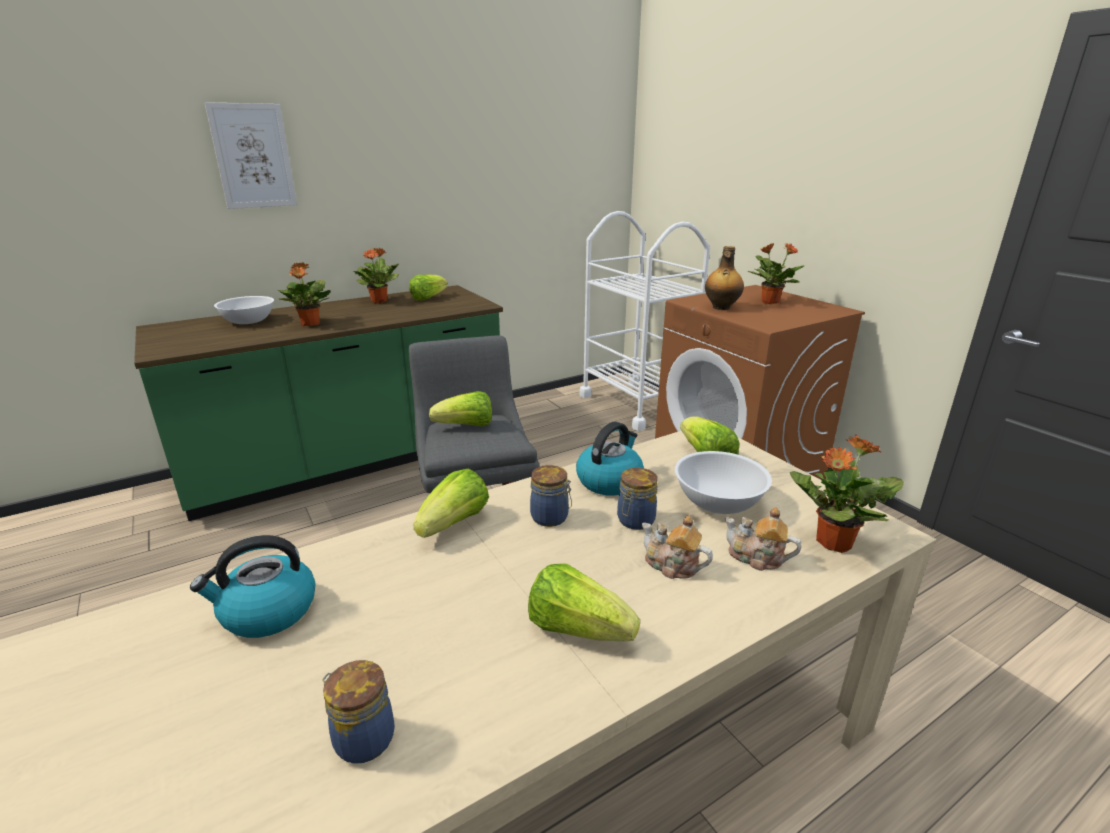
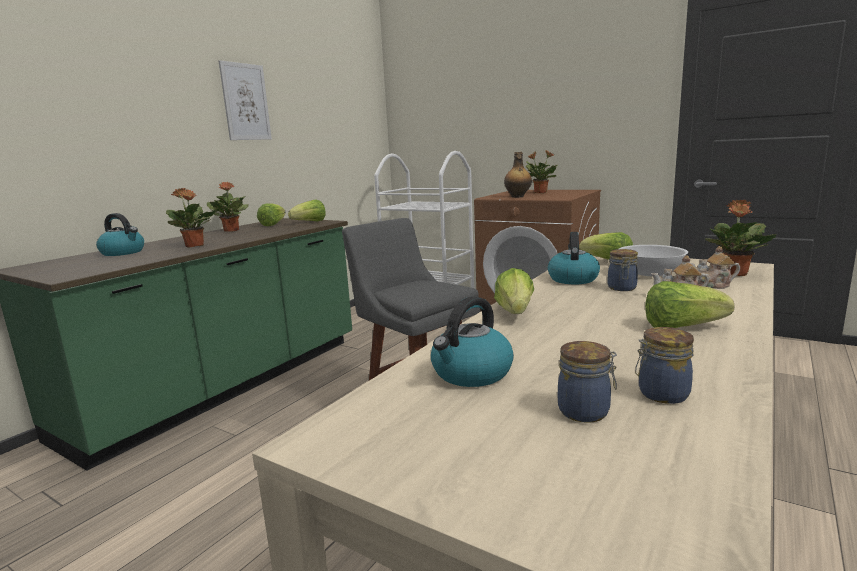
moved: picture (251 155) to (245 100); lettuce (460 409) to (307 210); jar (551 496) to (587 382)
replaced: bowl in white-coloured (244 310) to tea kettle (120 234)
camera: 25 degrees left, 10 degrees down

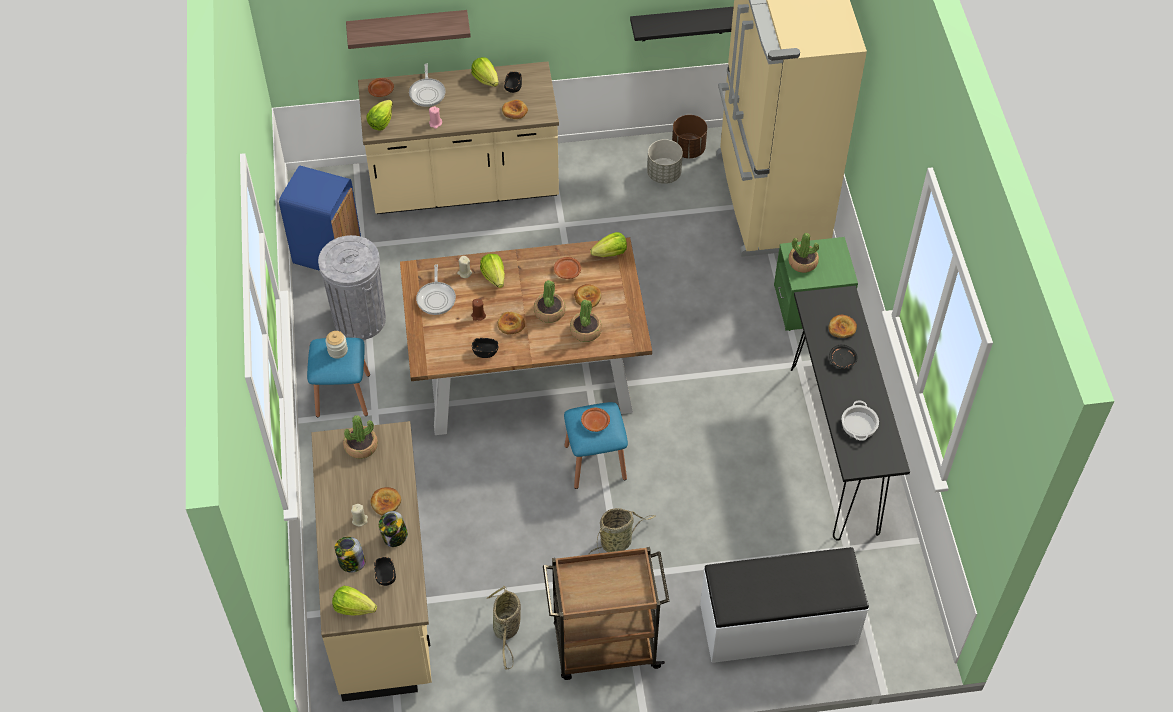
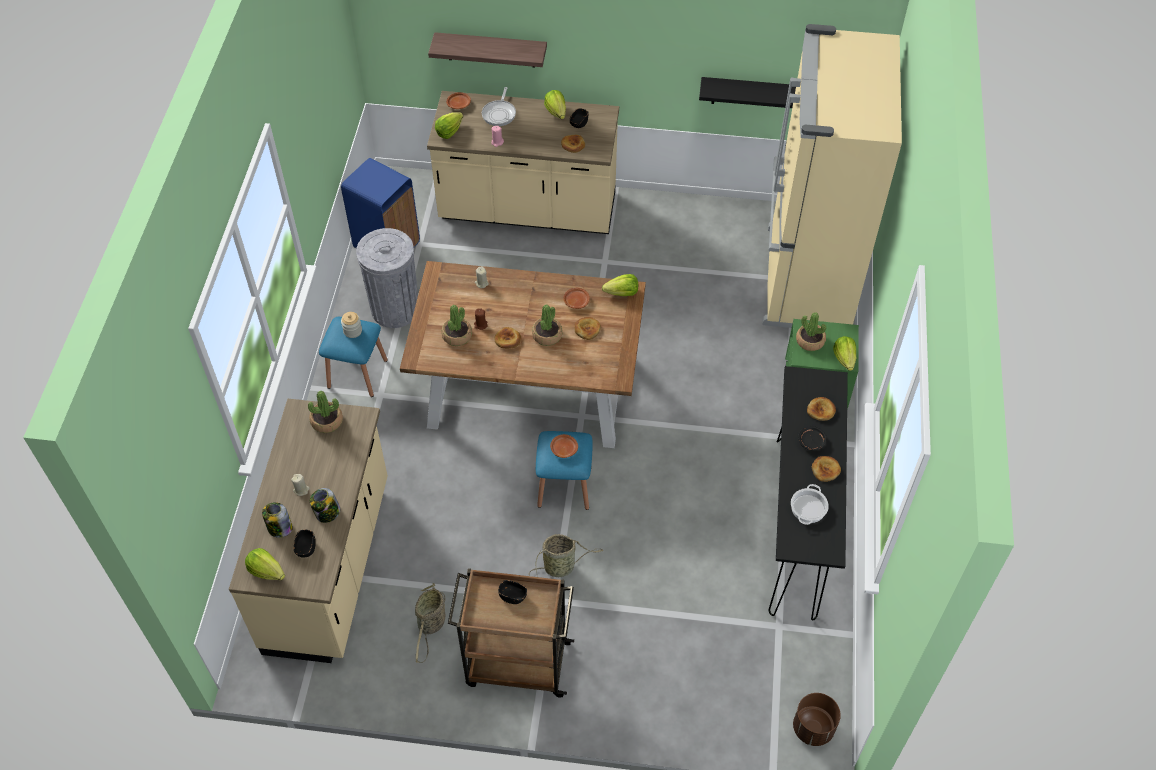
removed: pan (436 289); plant pot in gray (665 161); bench in white-coloured (784 605)
moved: bread (386 501) to (826 469); bowl in black (485 348) to (512 592); lettuce (492 271) to (844 353); houseplant (586 321) to (456 325); plant pot in brownish (689 136) to (817 719)
camera: 15 degrees right, 0 degrees up

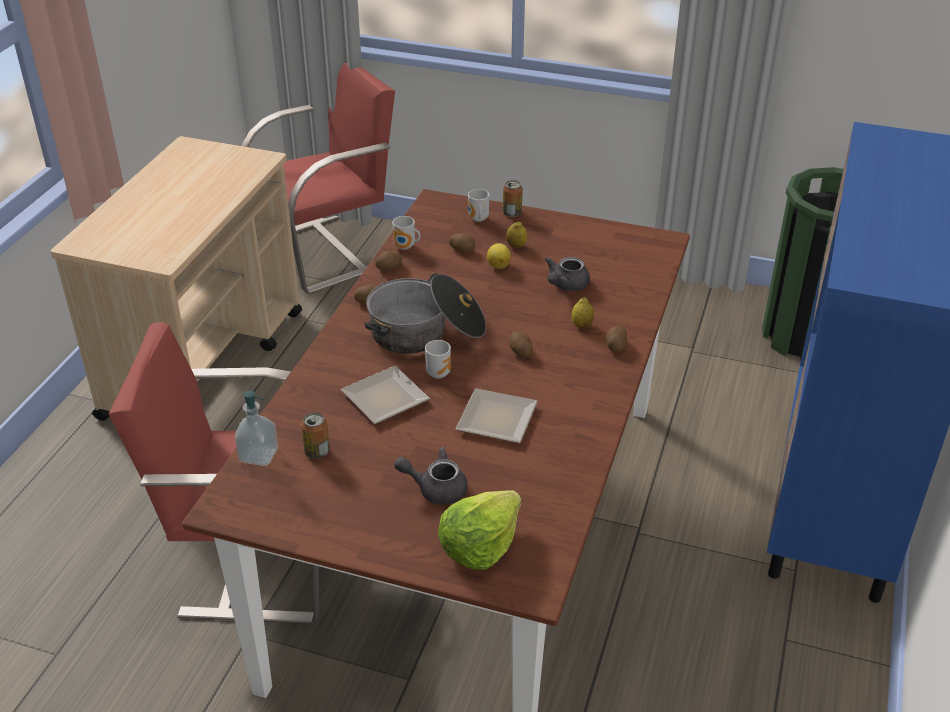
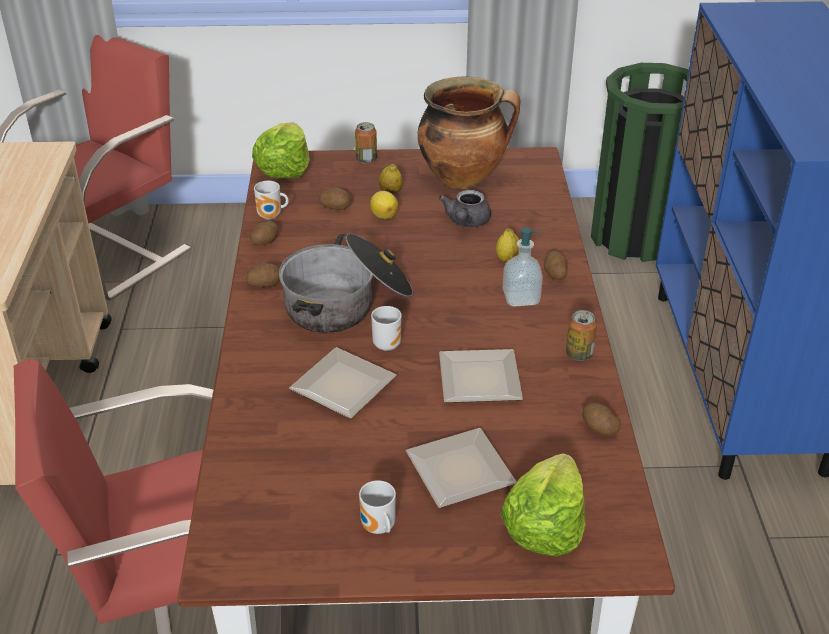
added: lettuce (281 150); cooking pot (469 133)
moved: soap dispenser (256 428) to (523 267); metal can (315 435) to (581 335); tea mug (478 205) to (377 507); spud (521 344) to (601 419)
replaced: pot for tea in gray (431 476) to flat dish (461 468)
camera: 20 degrees left, 0 degrees up

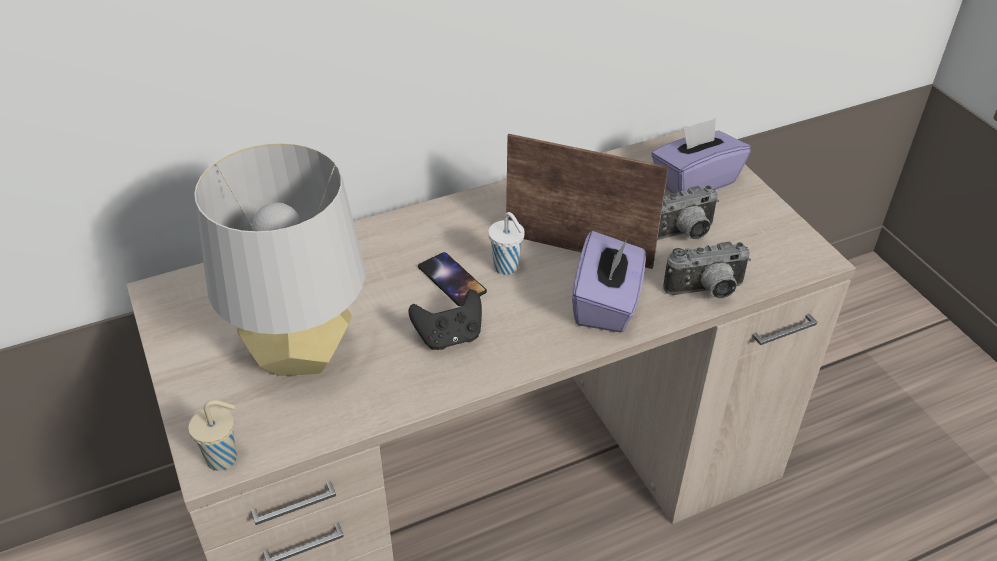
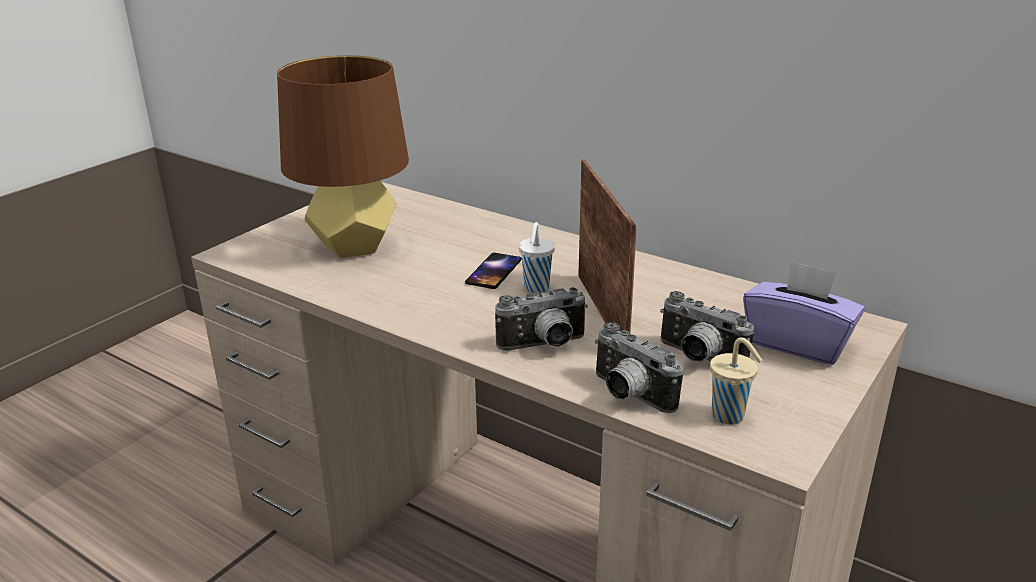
removed: joypad in black (445 319)
moved: cup in beige (212 435) to (736 381)
replaced: tissue holder in purplish (609 282) to still camera (541 319)
recoloured: tabletop lamp in gray (279 259) to tabletop lamp in brownish (343 156)
camera: 60 degrees right, 15 degrees down

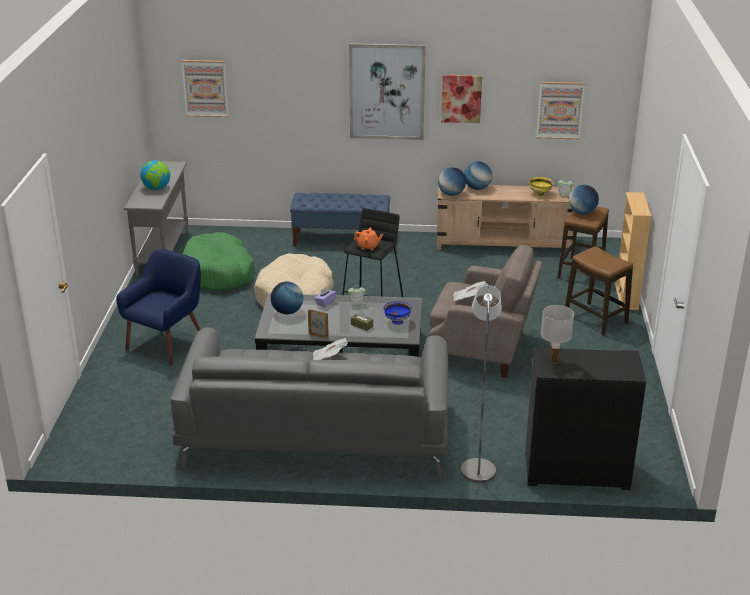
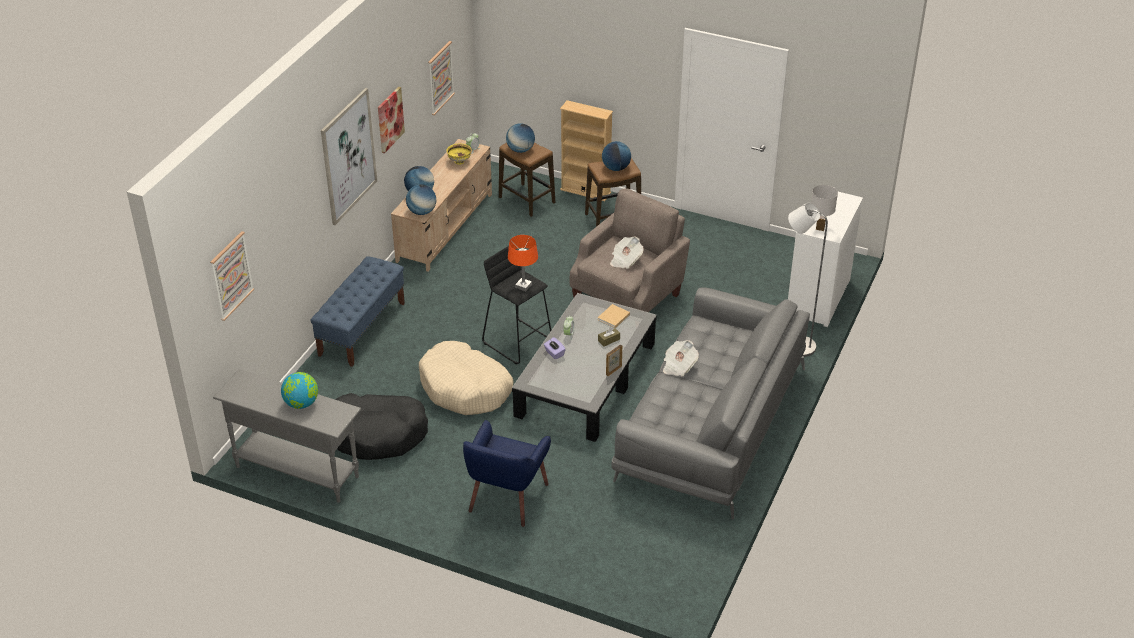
moved: desk globe (287 298) to (616 156)
replaced: pot for tea in orange (368 239) to tabletop lamp in orange (523 263); bowl in blue (398 313) to volume in beige (614 316)
recoloured: pet bed in green (219 261) to pet bed in black (381 426); cupboard in black (585 418) to cupboard in white-coloured (825 259)
turned: armchair in blue (158 307) = (507 473) 120 degrees counterclockwise
camera: 70 degrees left, 10 degrees up

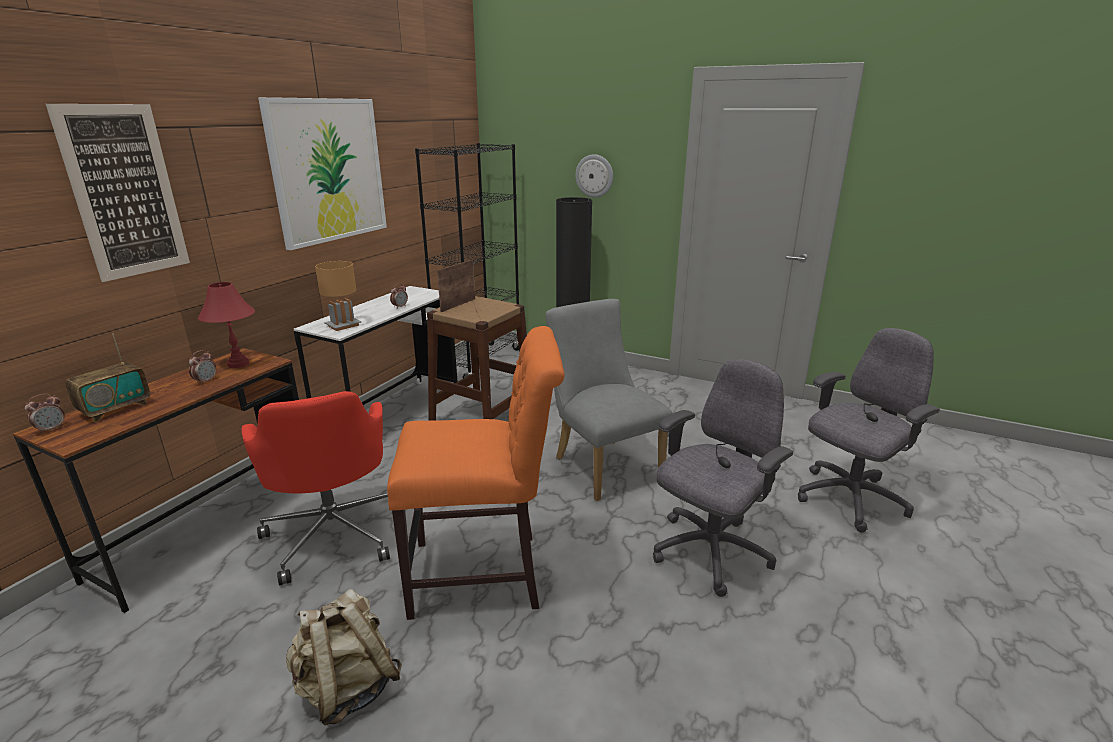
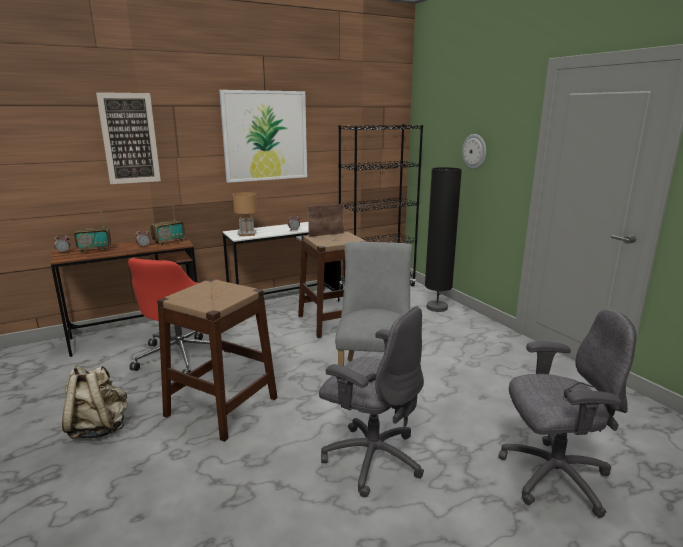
replaced: tabletop lamp in reddish (226 325) to radio (168 226); plain chair in orange (476 473) to sitting stool in brownish (217 360)
turned: computer chair in gray (723 478) = (371 401) 45 degrees clockwise
camera: 35 degrees right, 5 degrees down

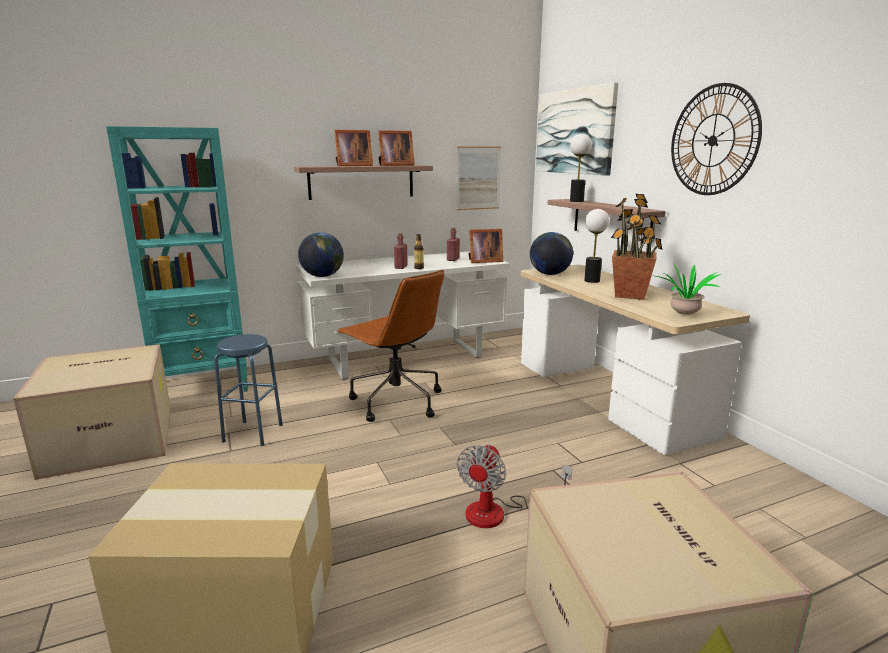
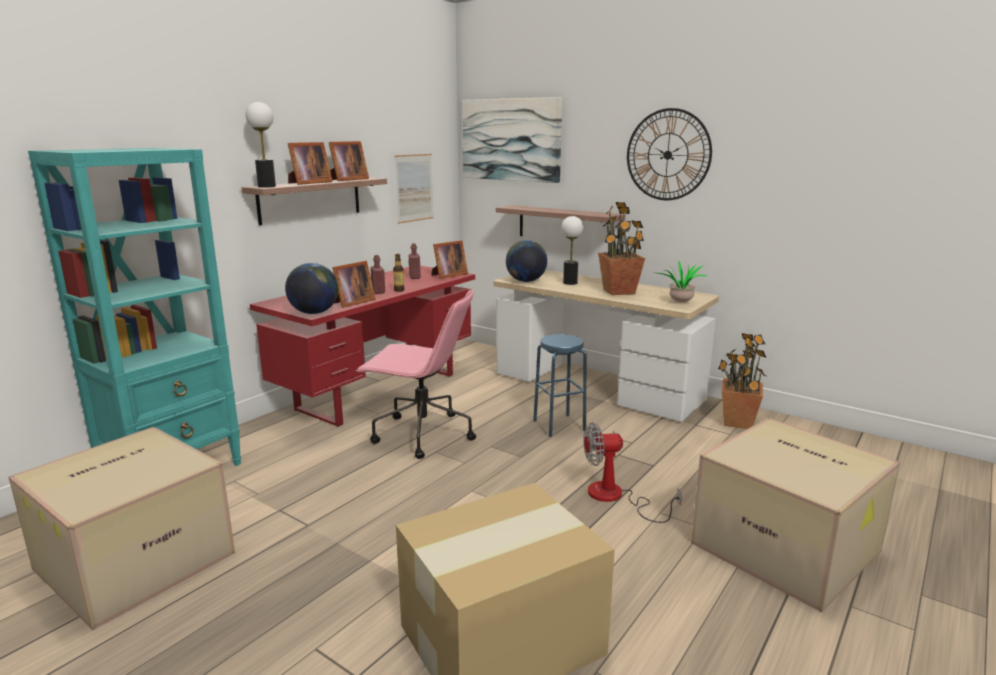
added: standing frame (354 284); houseplant (742 381)
moved: sitting stool in blue (248 390) to (559 385); tabletop lamp (581 168) to (260 145)
recoloured: desk table in white-coloured (403 315) to desk table in reddish (362 346); computer chair in brownish (390 346) to computer chair in pink (416 374)
turned: cooling fan (514 486) = (632 472) 90 degrees clockwise
camera: 30 degrees left, 0 degrees up

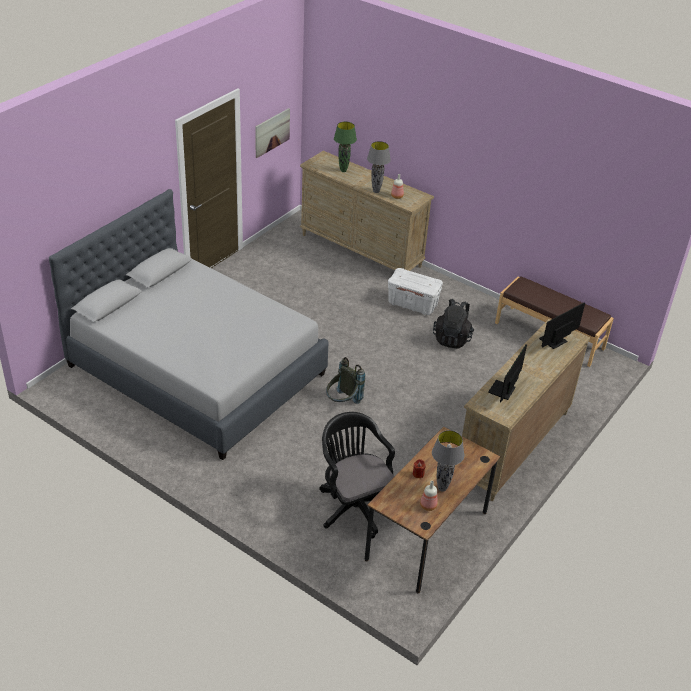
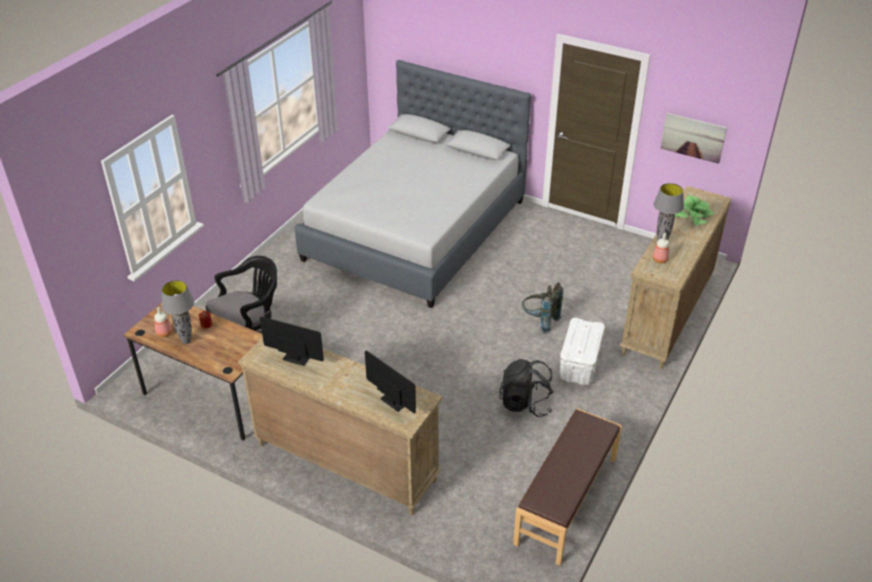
moved: backpack in gray (345 380) to (542 307)
replaced: tabletop lamp in green (345 147) to houseplant (694 210)
camera: 85 degrees right, 0 degrees up

